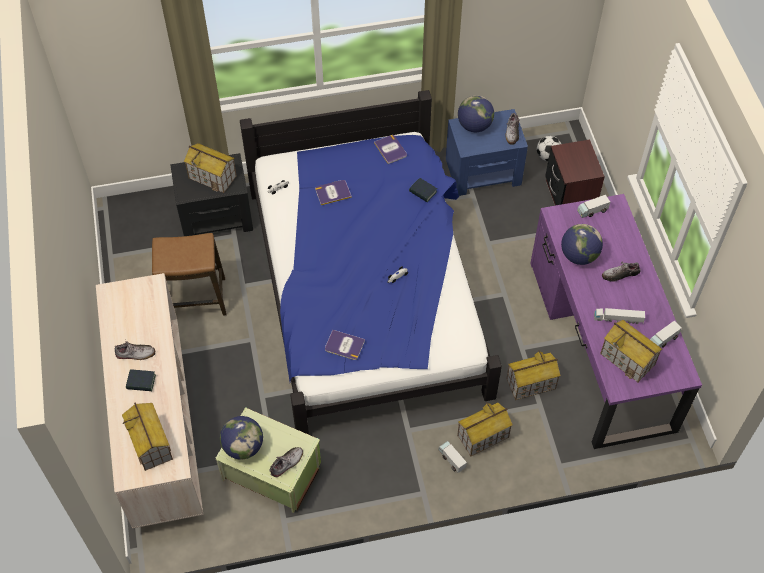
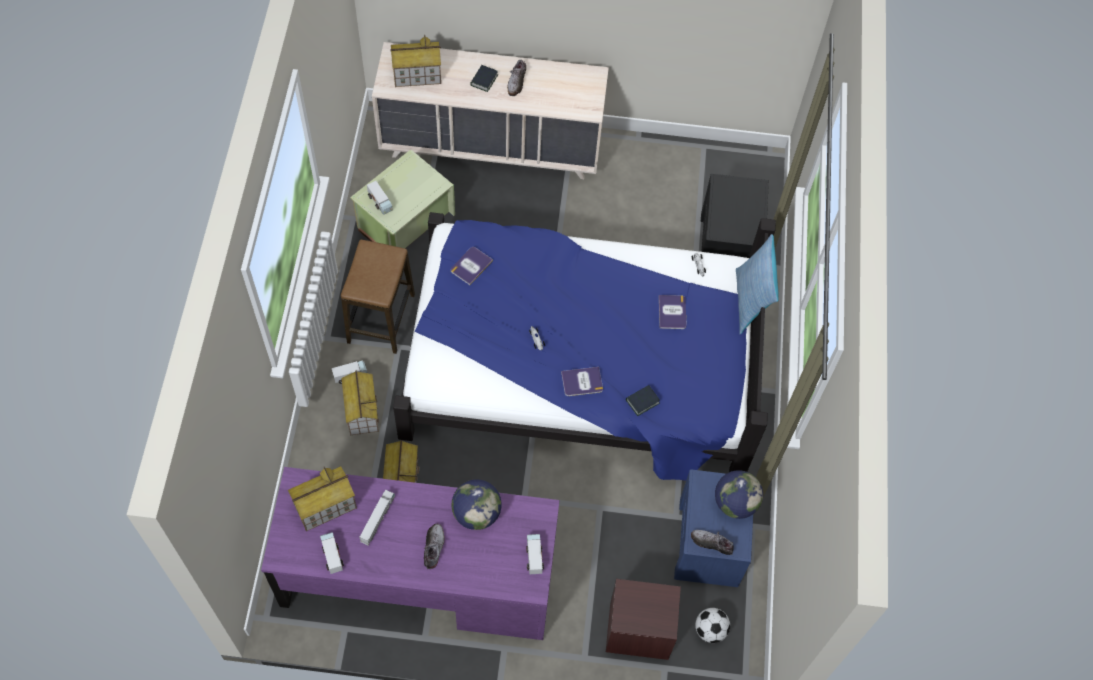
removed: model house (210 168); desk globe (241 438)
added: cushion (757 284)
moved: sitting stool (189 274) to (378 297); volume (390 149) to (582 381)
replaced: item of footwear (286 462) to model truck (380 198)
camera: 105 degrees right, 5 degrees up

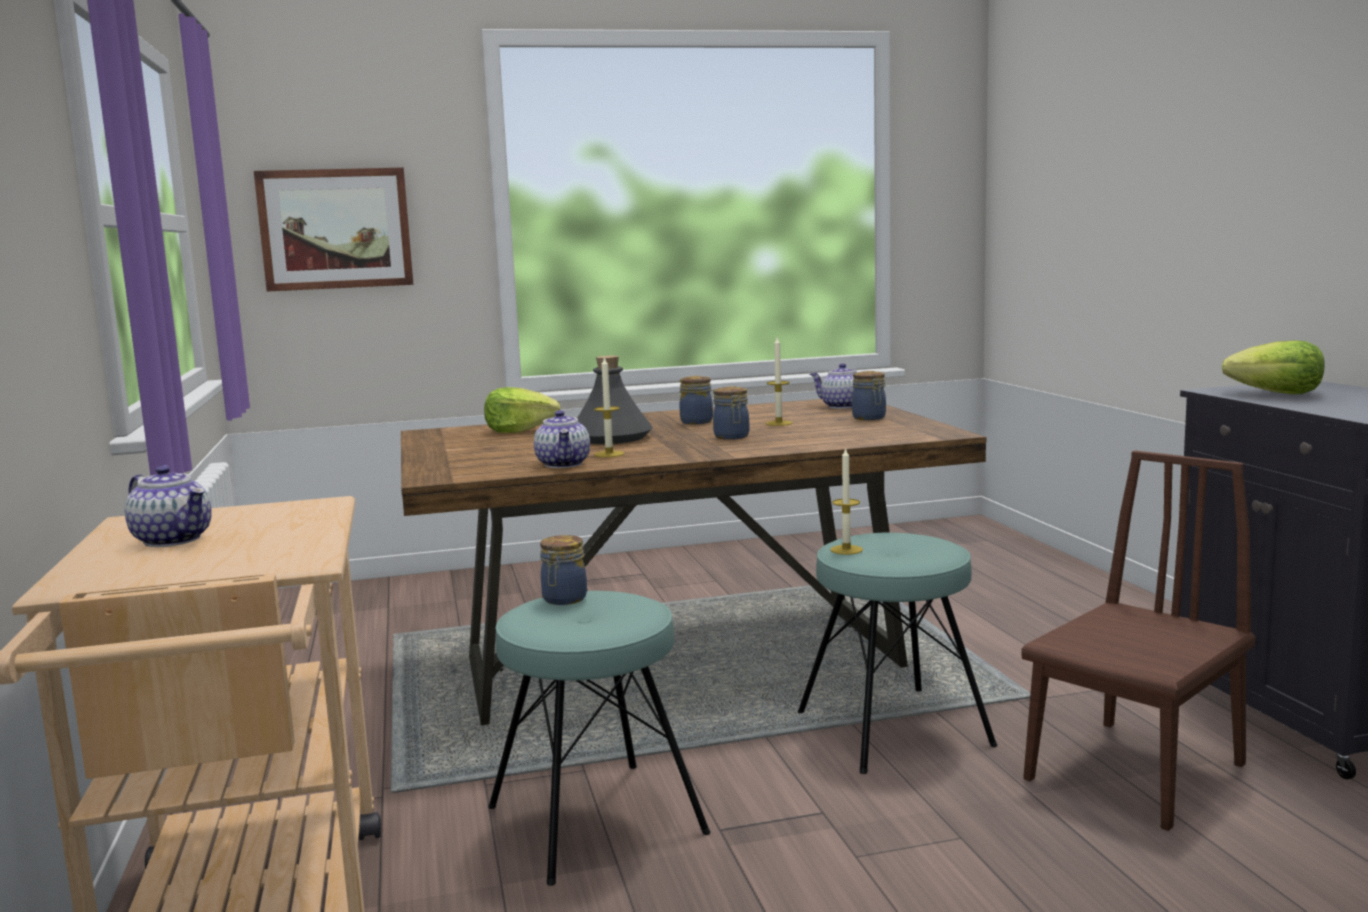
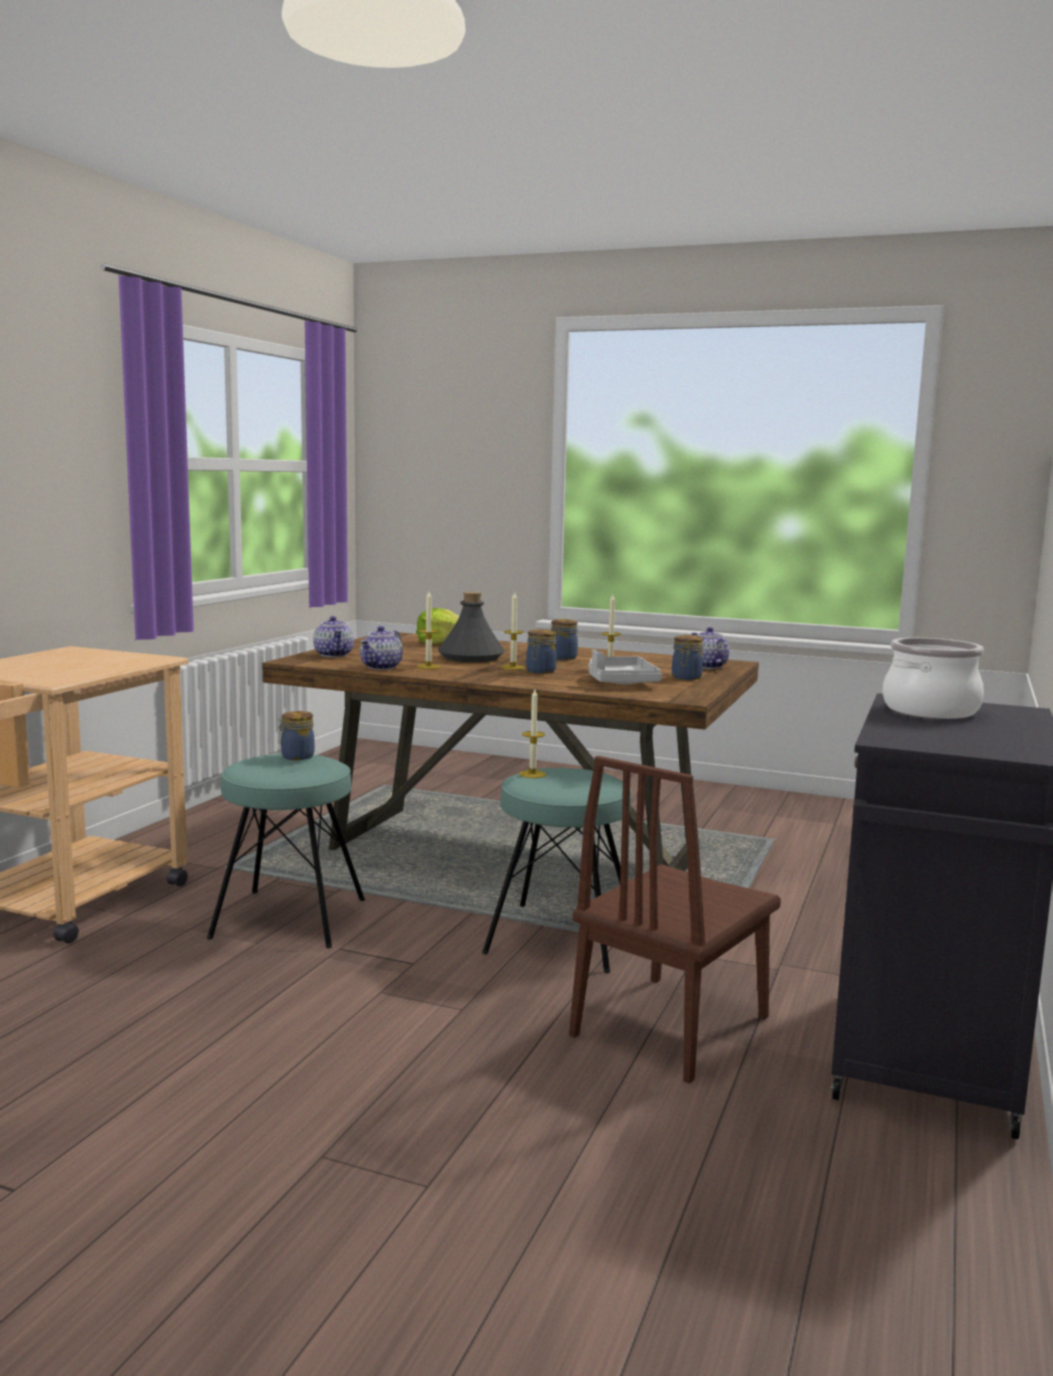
removed: picture (333 229)
added: wax candle (513 631); carrying tray in gray (625 667)
moved: pot for tea (168 506) to (333 636)
replaced: lettuce (1273 367) to cooking pot (933 678)
turned: plain chair in brownish (1138 641) = (675 920) 135 degrees clockwise
camera: 35 degrees right, 0 degrees up

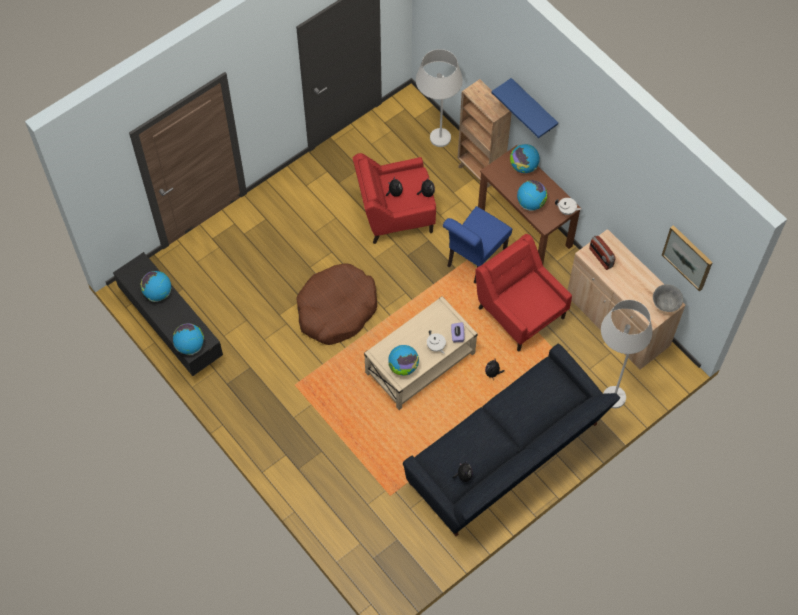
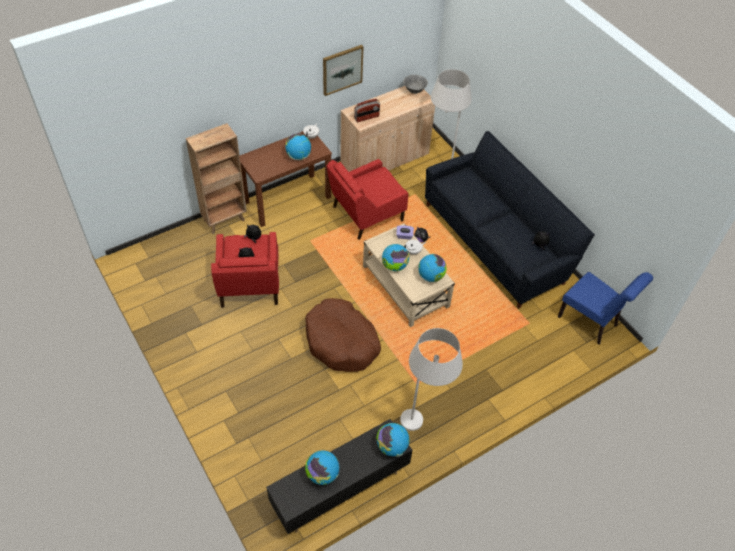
removed: shelf in blue (525 108)
moved: floor lamp in white-coloured (439 98) to (431 379); plain chair in blue (477 245) to (605 308); desk globe (525 158) to (395 257); picture (687 258) to (343 70)
camera: 85 degrees left, 10 degrees down

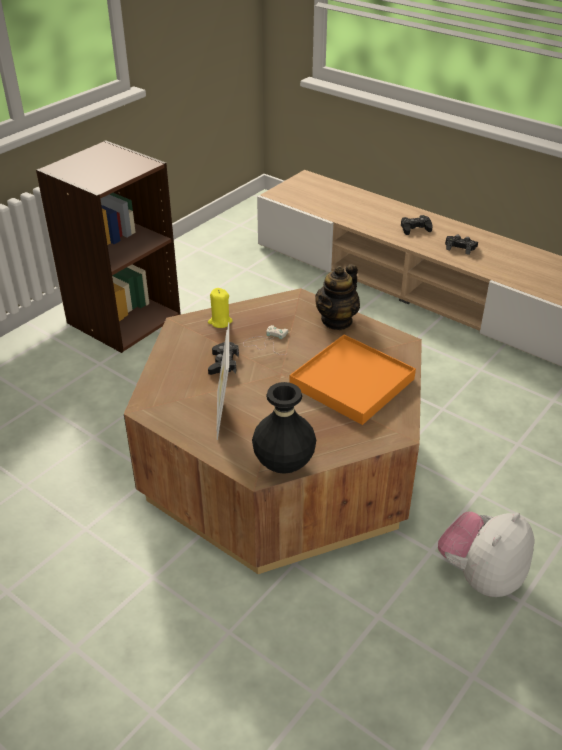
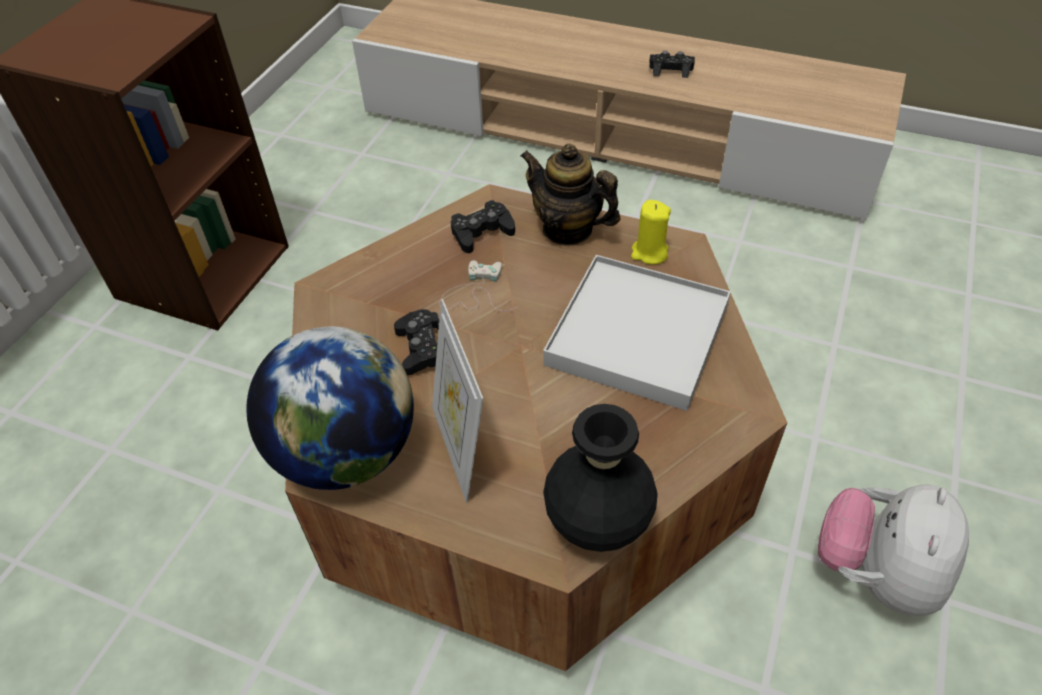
added: desk globe (330 408)
moved: wax candle in yellow (220 308) to (651 232); joypad in black (417 225) to (483 226)
recoloured: carrying tray in orange (353 380) to carrying tray in white-coloured (637 333)
turned: pot for tea (337 297) = (571 195) 105 degrees clockwise
camera: 15 degrees left, 10 degrees up

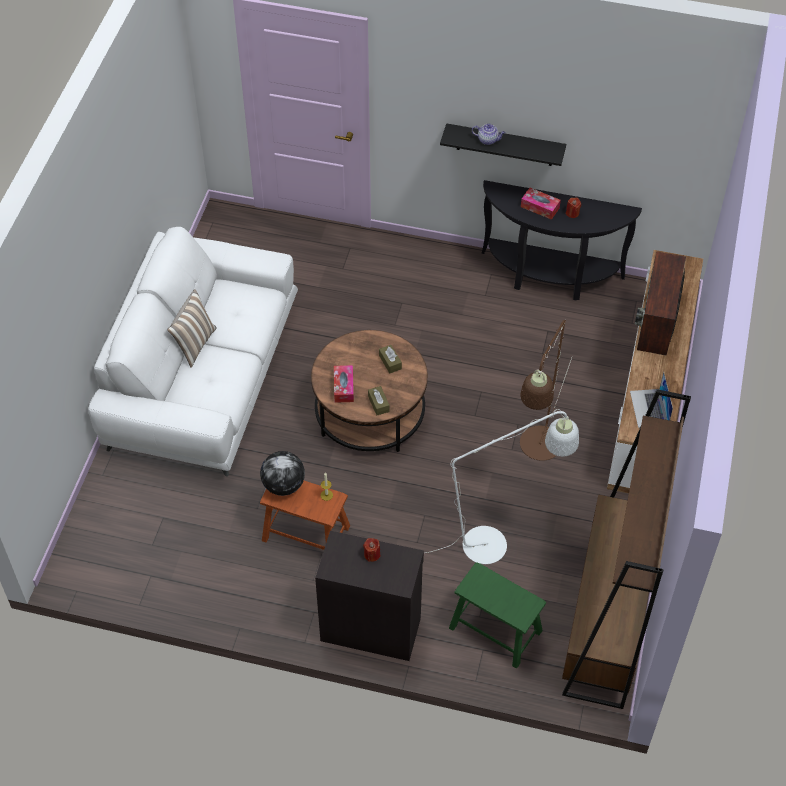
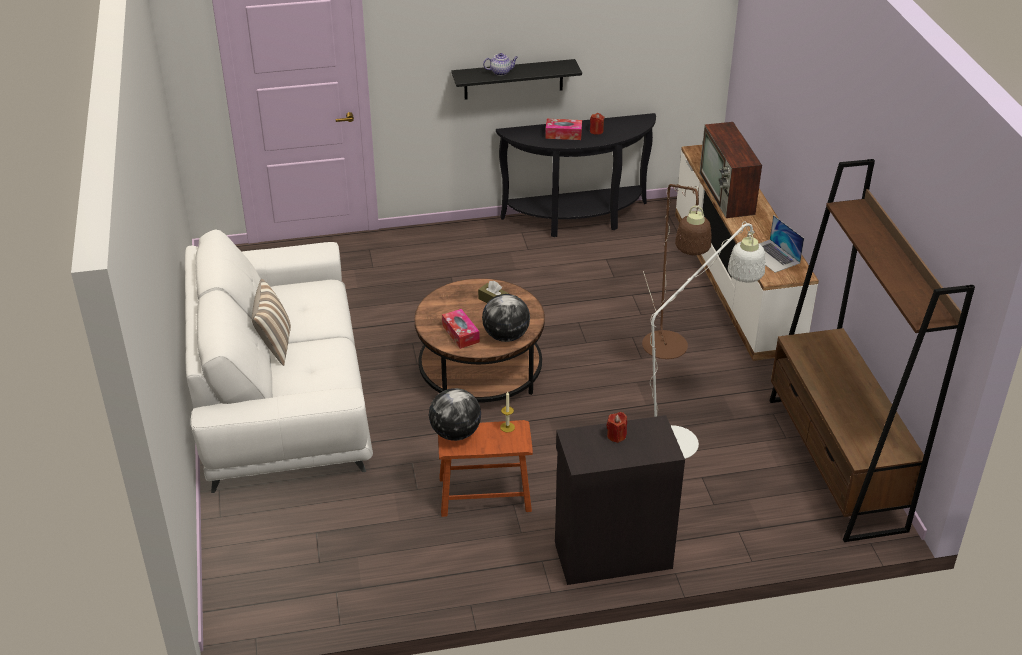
removed: sitting stool in green (497 615)
replaced: tissue holder in brownish (379 400) to desk globe (506 318)
camera: 25 degrees left, 15 degrees down

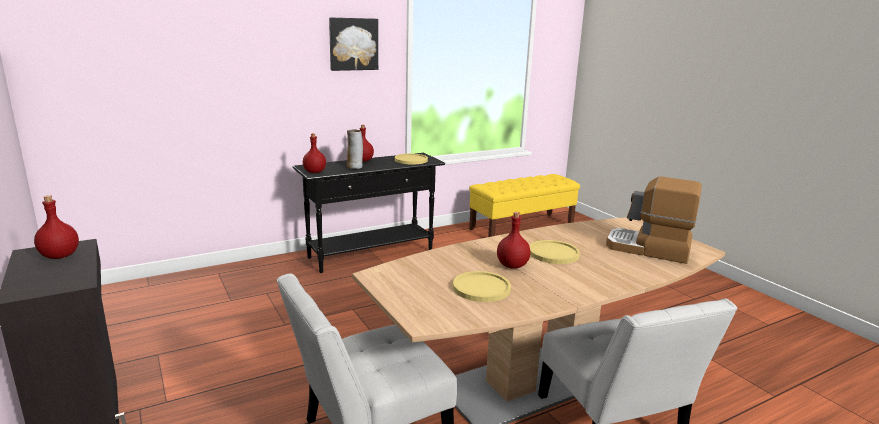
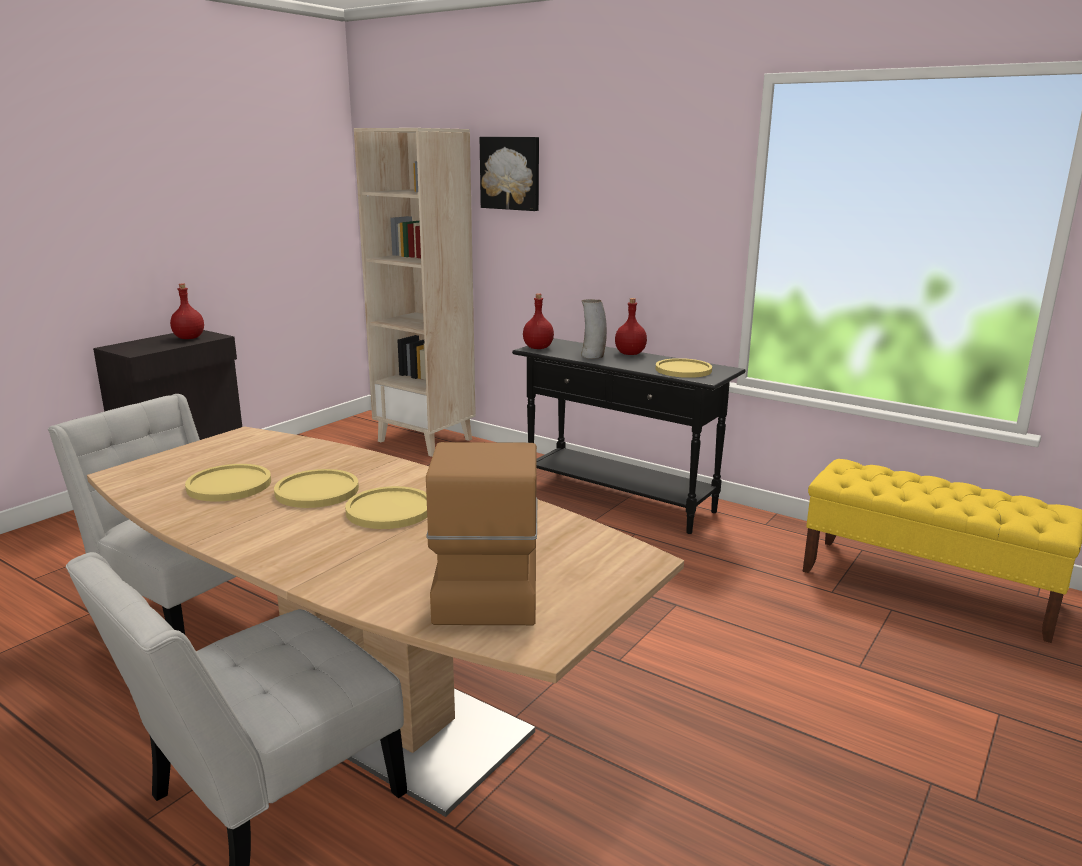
added: bookshelf in beige (415 292)
moved: picture (353 44) to (509 174)
replaced: drink bottle in reddish (513 240) to flat dish in yellow (316 488)
camera: 65 degrees right, 0 degrees up

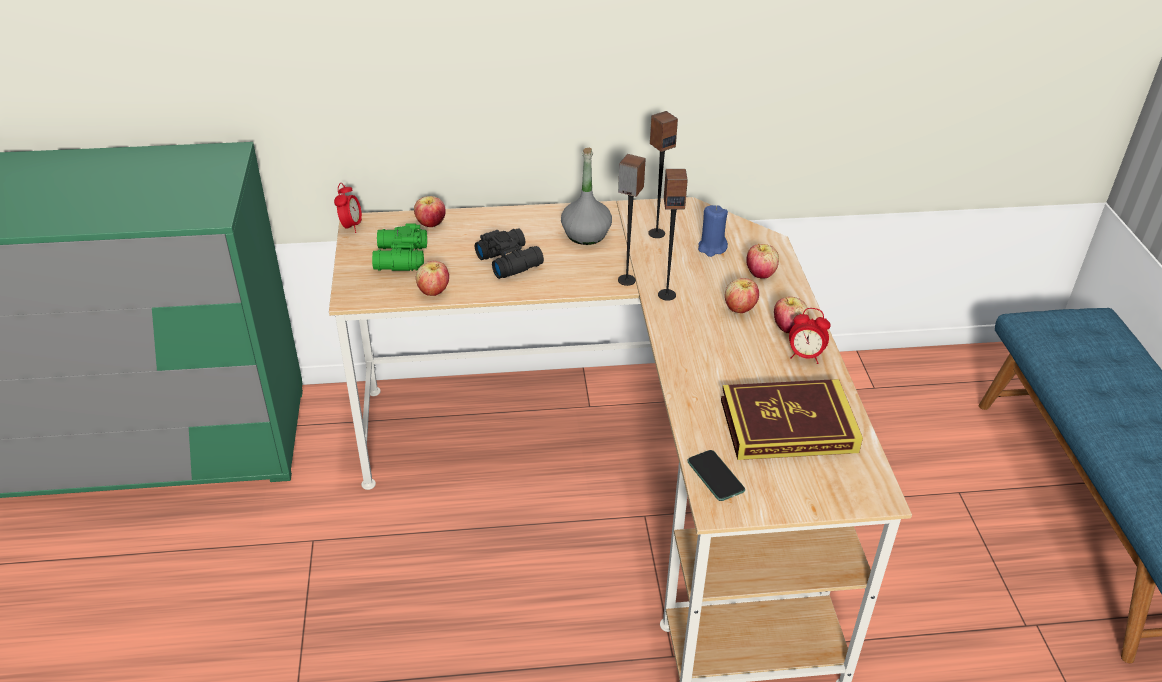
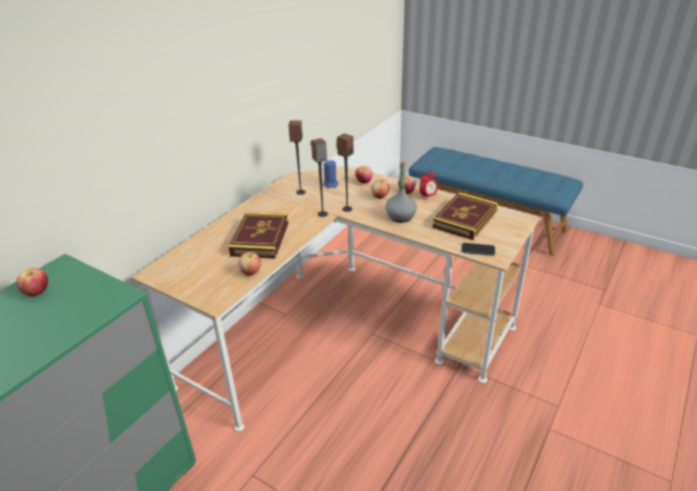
removed: bedside clock (348 208); field glasses in green (399 247)
moved: whole apple (430 211) to (32 282); drink bottle in gray (586 196) to (401 192)
replaced: field glasses in black (509 253) to volume (259 235)
camera: 50 degrees left, 5 degrees down

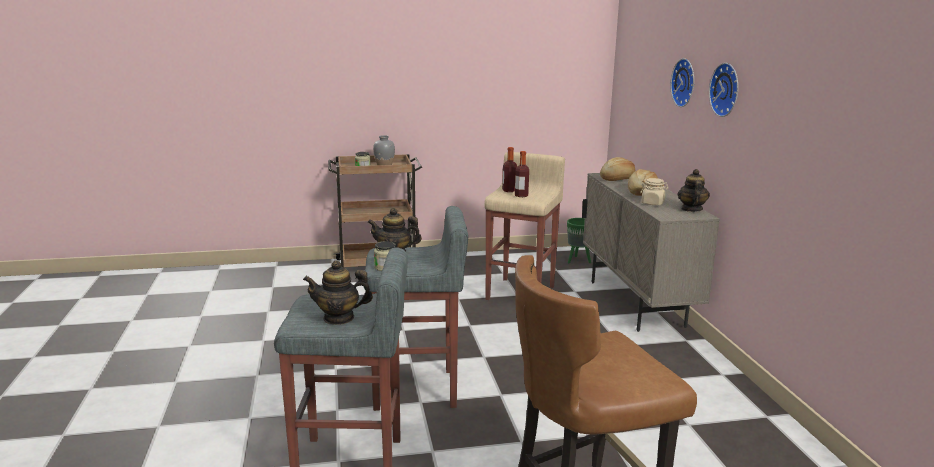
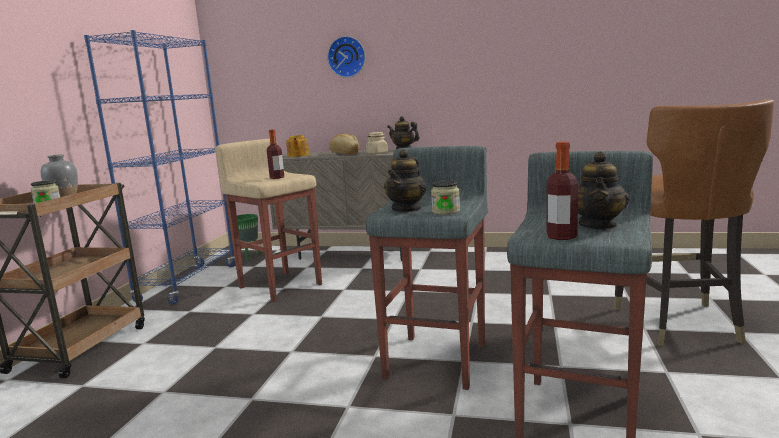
removed: clock on the wall (723 90)
added: bookshelf in blue (159 167)
moved: drink bottle (509 169) to (562 191)
replaced: bread (617 169) to pot for tea (297 146)
camera: 65 degrees left, 5 degrees down

